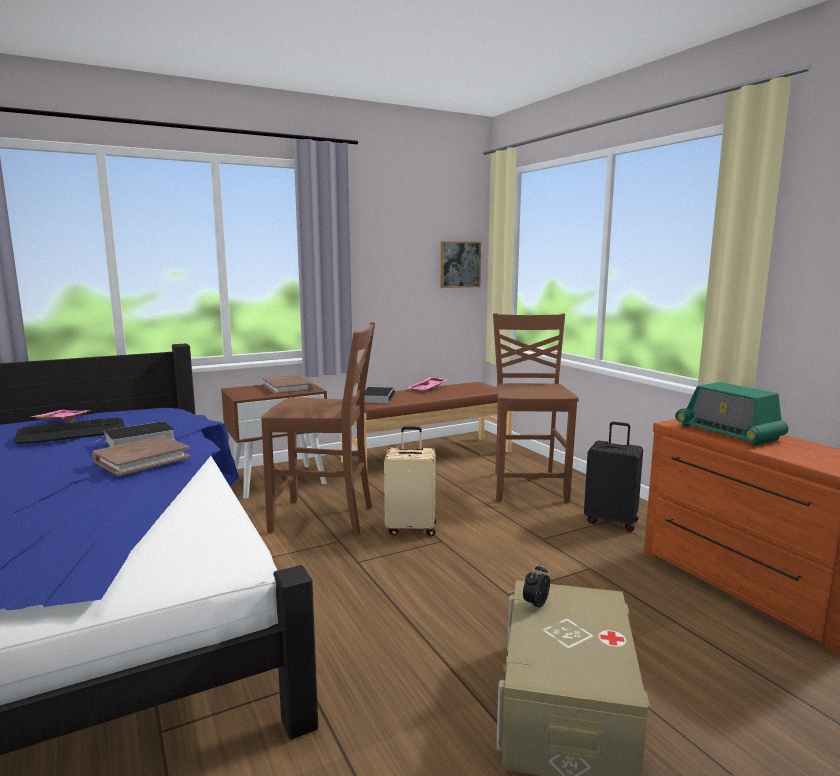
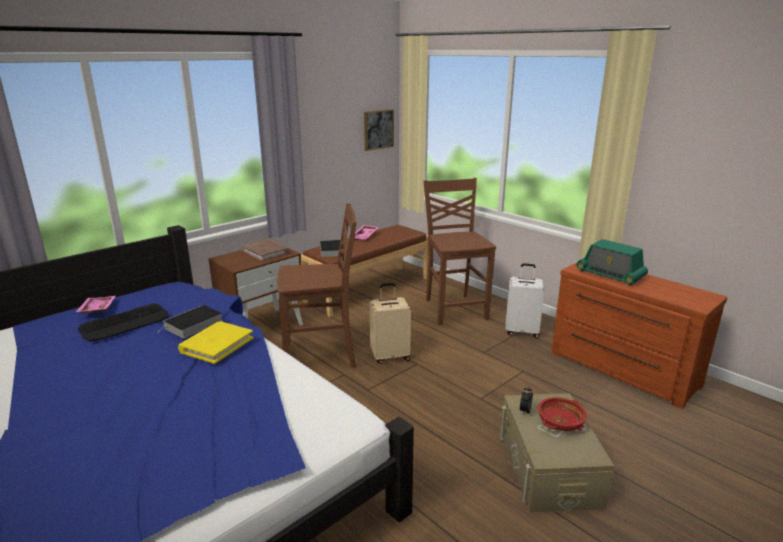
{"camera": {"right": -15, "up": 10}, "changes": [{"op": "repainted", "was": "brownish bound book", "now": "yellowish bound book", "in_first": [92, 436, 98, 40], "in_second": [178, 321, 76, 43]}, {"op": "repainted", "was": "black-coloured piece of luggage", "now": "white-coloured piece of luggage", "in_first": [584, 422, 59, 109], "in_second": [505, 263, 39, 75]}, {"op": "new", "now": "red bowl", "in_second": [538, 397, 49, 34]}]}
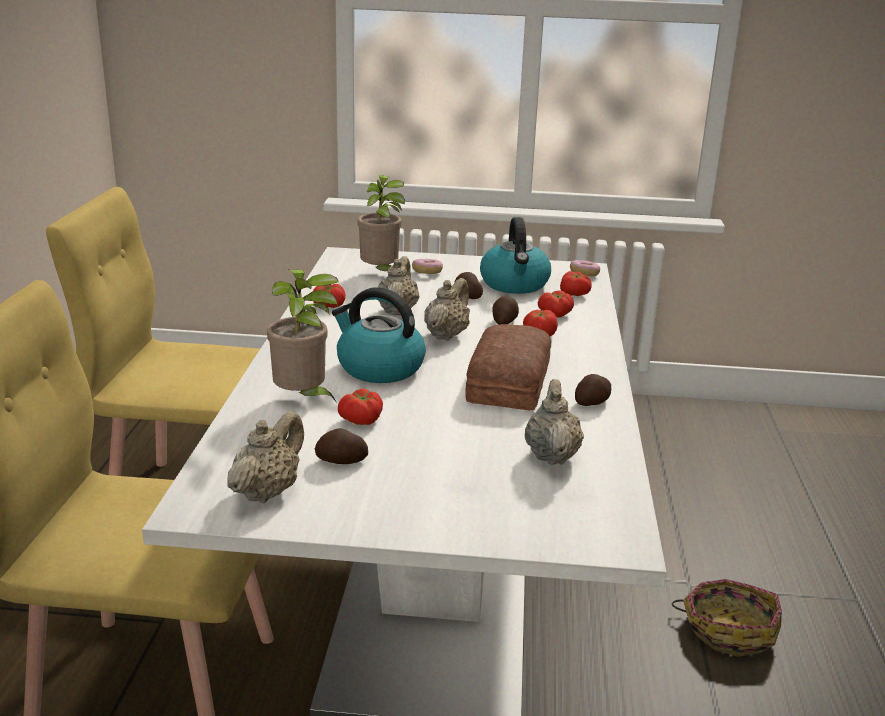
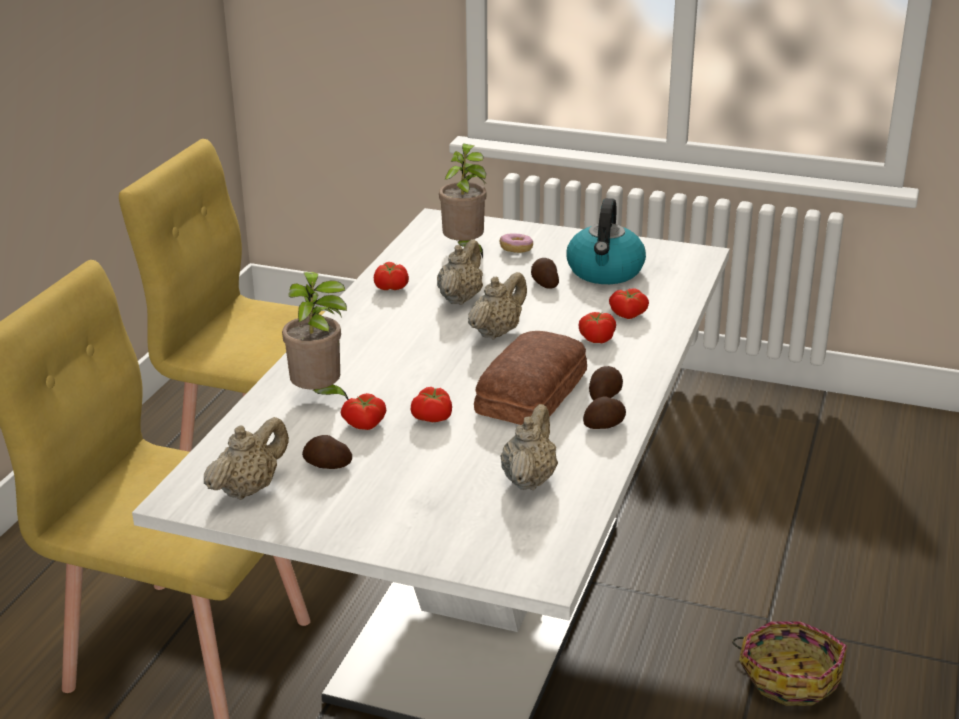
{"camera": {"right": 15, "up": 5}, "changes": [{"op": "shifted", "was": "fresh tomato", "in_first": [560, 271, 32, 25], "in_second": [411, 387, 41, 35]}, {"op": "shifted", "was": "whole potato", "in_first": [492, 296, 27, 29], "in_second": [589, 366, 34, 34]}, {"op": "gone", "was": "tea kettle", "in_first": [332, 287, 94, 96]}, {"op": "gone", "was": "ring doughnut", "in_first": [570, 260, 30, 16]}]}
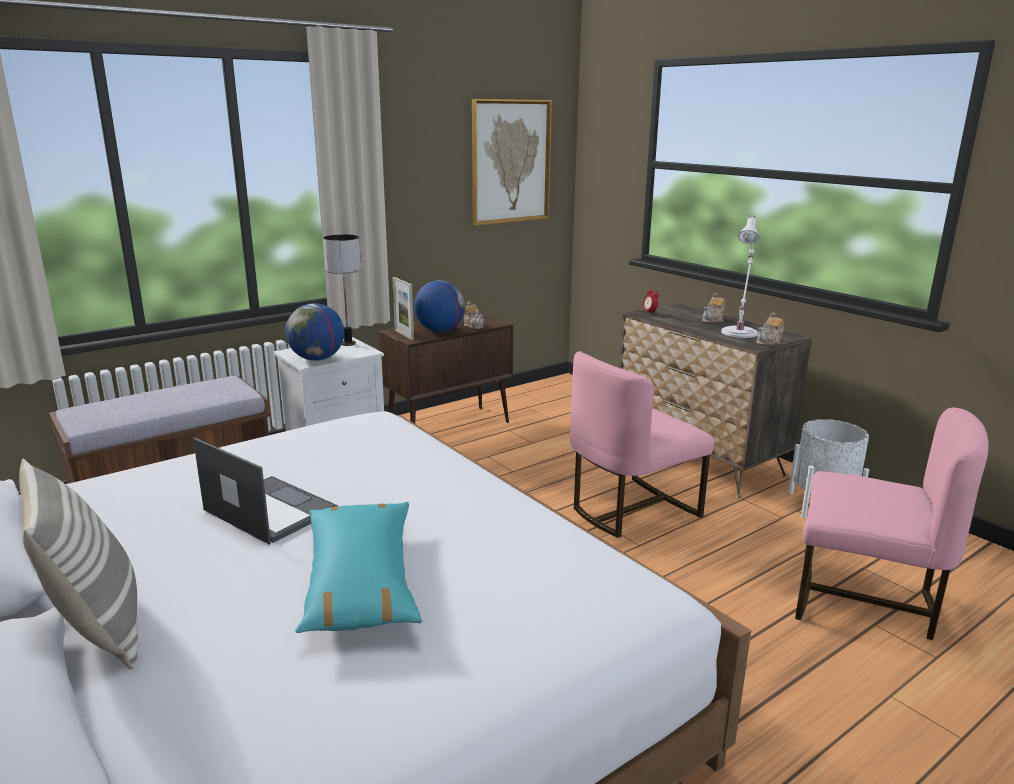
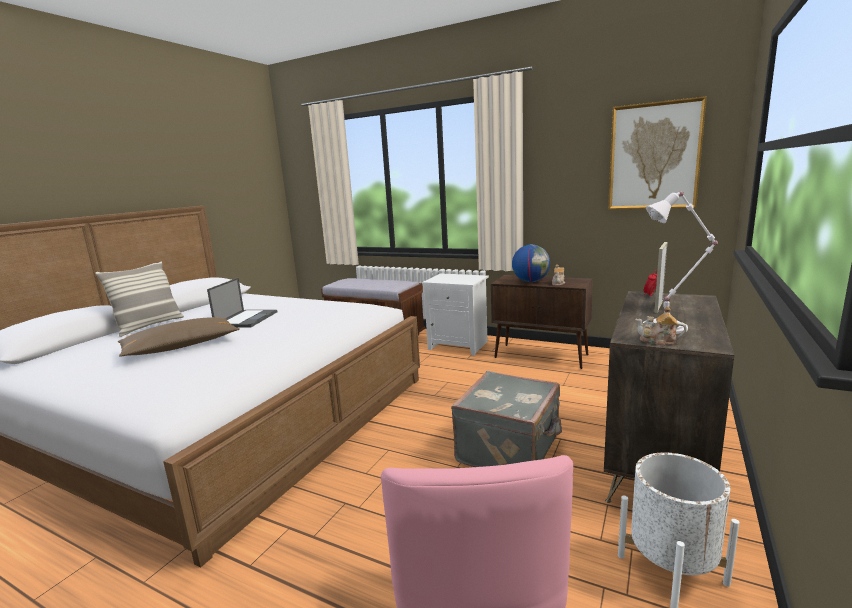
{"camera": {"right": 65, "up": -5}, "changes": [{"op": "repainted", "was": "turquoise-coloured throw pillow", "now": "brownish throw pillow", "in_first": [295, 502, 127, 131], "in_second": [118, 317, 122, 40]}, {"op": "swapped", "was": "pinkish chair", "now": "grey piece of luggage", "in_first": [570, 351, 144, 187], "in_second": [451, 371, 111, 96]}, {"op": "shifted", "was": "picture frame", "in_first": [392, 277, 22, 63], "in_second": [654, 242, 14, 71]}, {"op": "gone", "was": "globe", "in_first": [286, 303, 58, 58]}, {"op": "gone", "was": "tabletop lamp", "in_first": [323, 234, 38, 112]}, {"op": "gone", "was": "pot for tea", "in_first": [702, 293, 24, 30]}]}
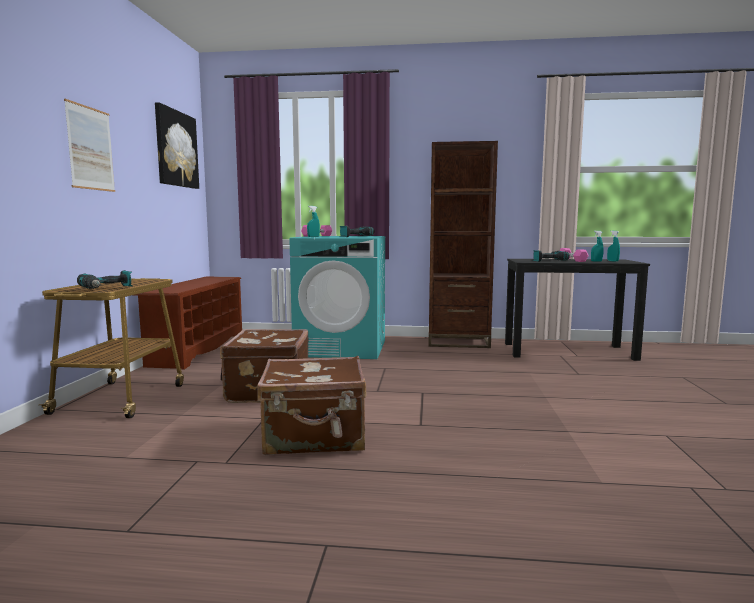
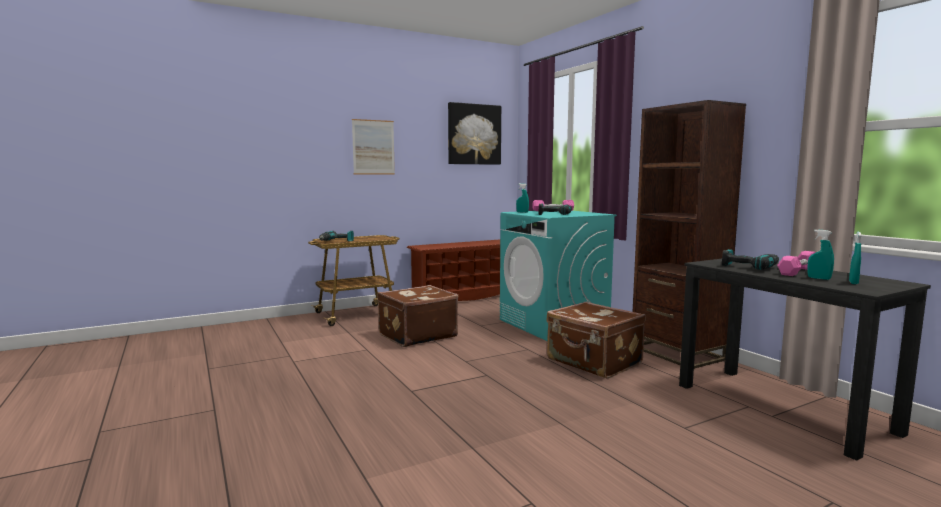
{"camera": {"right": 55, "up": 0}, "changes": [{"op": "shifted", "was": "brownish piece of luggage", "in_first": [257, 356, 109, 99], "in_second": [546, 301, 100, 77]}]}
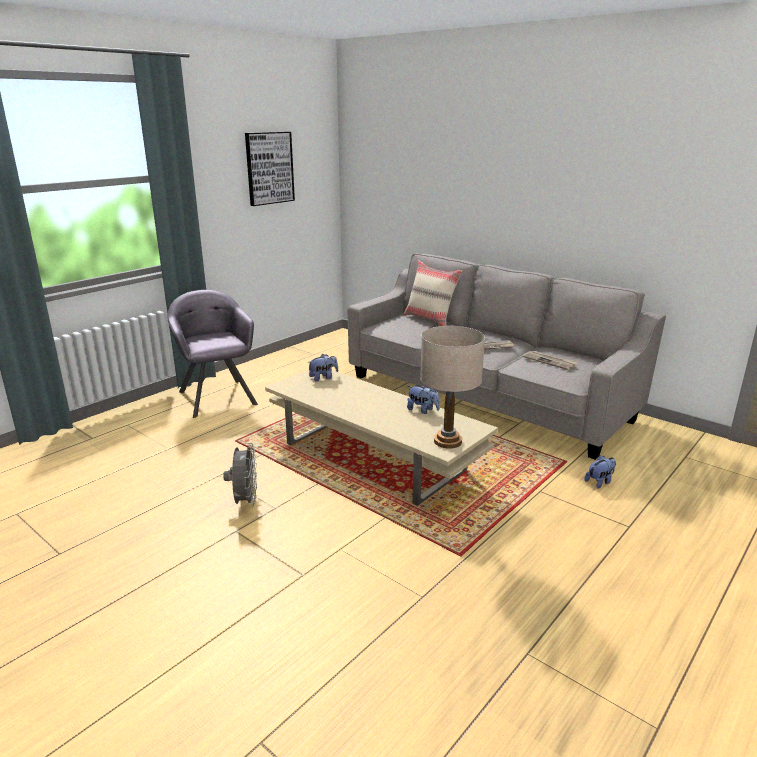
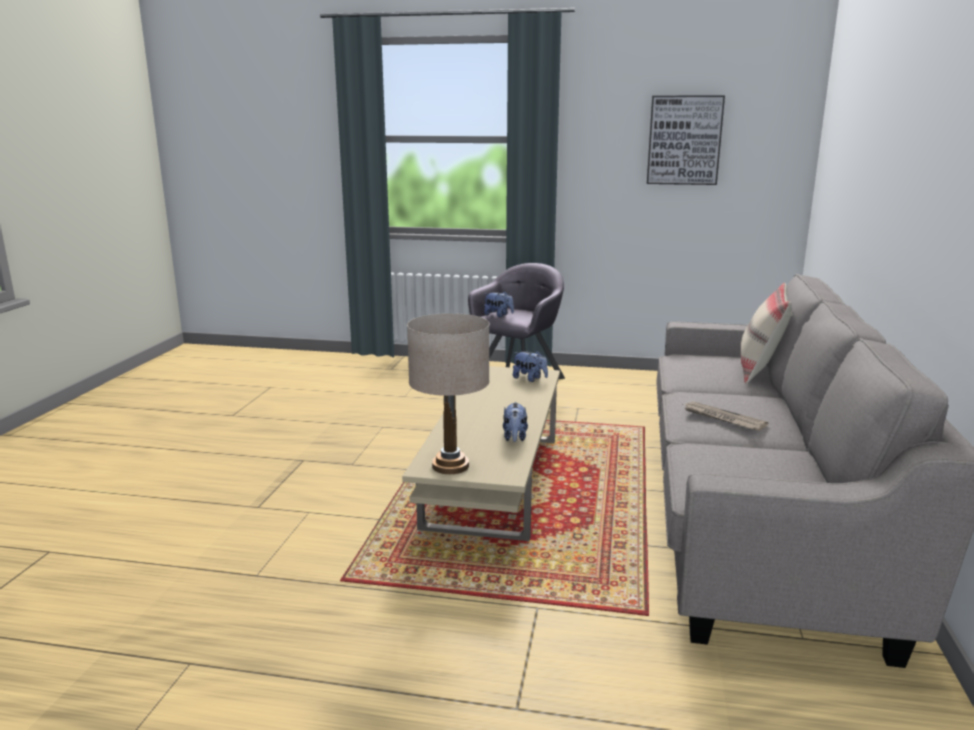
{"camera": {"right": 60, "up": -5}, "changes": [{"op": "shifted", "was": "cuddly toy", "in_first": [584, 455, 32, 34], "in_second": [484, 291, 30, 26]}, {"op": "gone", "was": "grey fan", "in_first": [223, 443, 34, 64]}, {"op": "gone", "was": "daily paper", "in_first": [522, 351, 56, 19]}]}
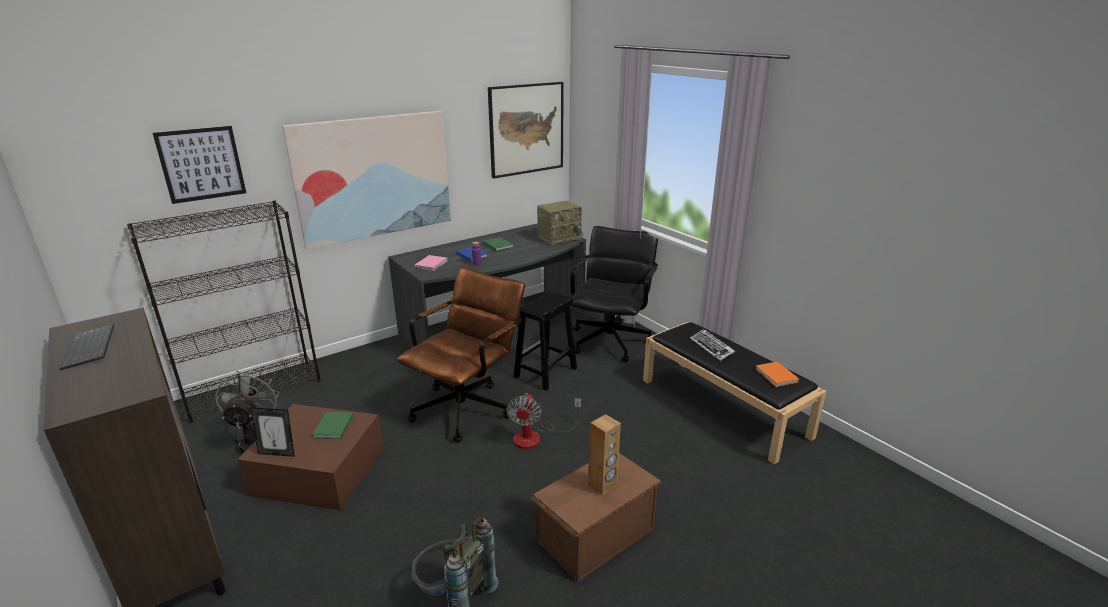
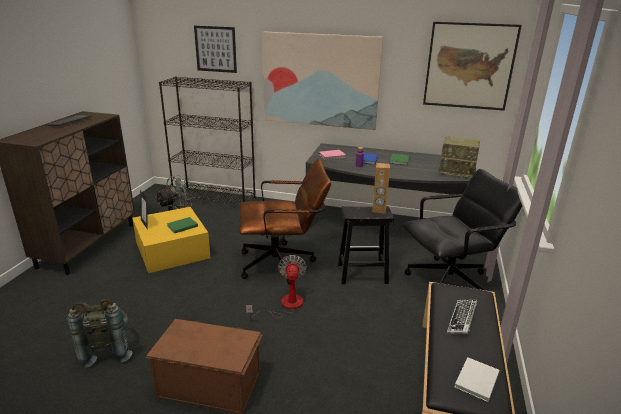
{"camera": {"right": 50, "up": 0}, "changes": [{"op": "repainted", "was": "brownish storage box", "now": "yellowish storage box", "in_first": [237, 404, 147, 106], "in_second": [132, 207, 78, 66]}, {"op": "rotated", "was": "fan", "in_first": [507, 393, 74, 56], "in_second": [246, 255, 61, 64], "clockwise": 120}, {"op": "shifted", "was": "brownish loudspeaker", "in_first": [588, 414, 33, 81], "in_second": [372, 163, 18, 51]}, {"op": "repainted", "was": "orangey bound book", "now": "white-coloured bound book", "in_first": [755, 362, 44, 25], "in_second": [454, 357, 45, 45]}]}
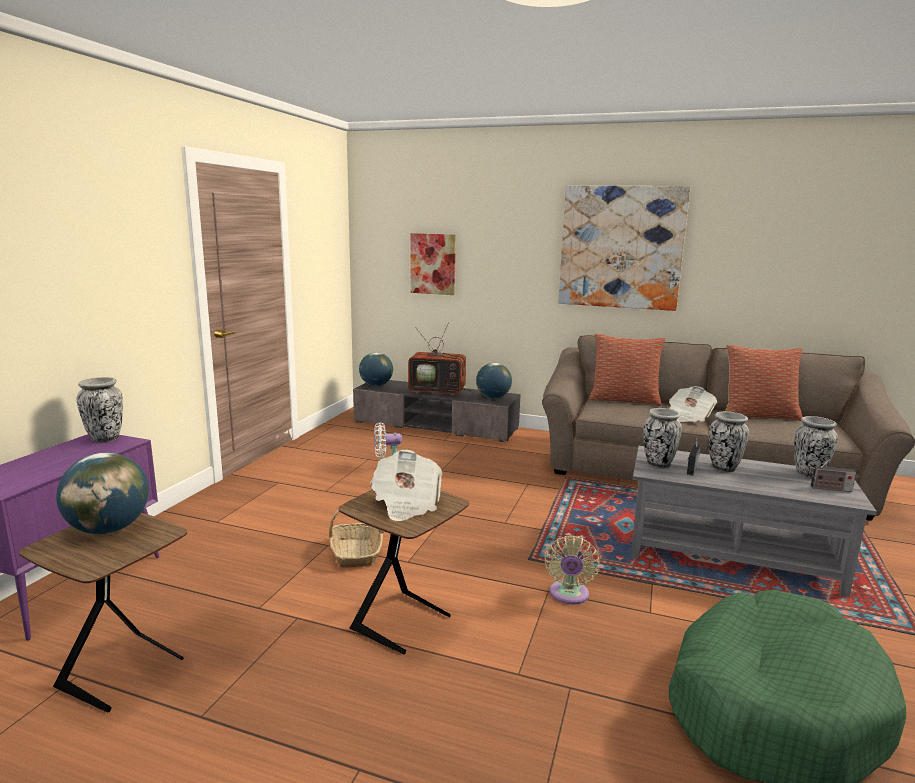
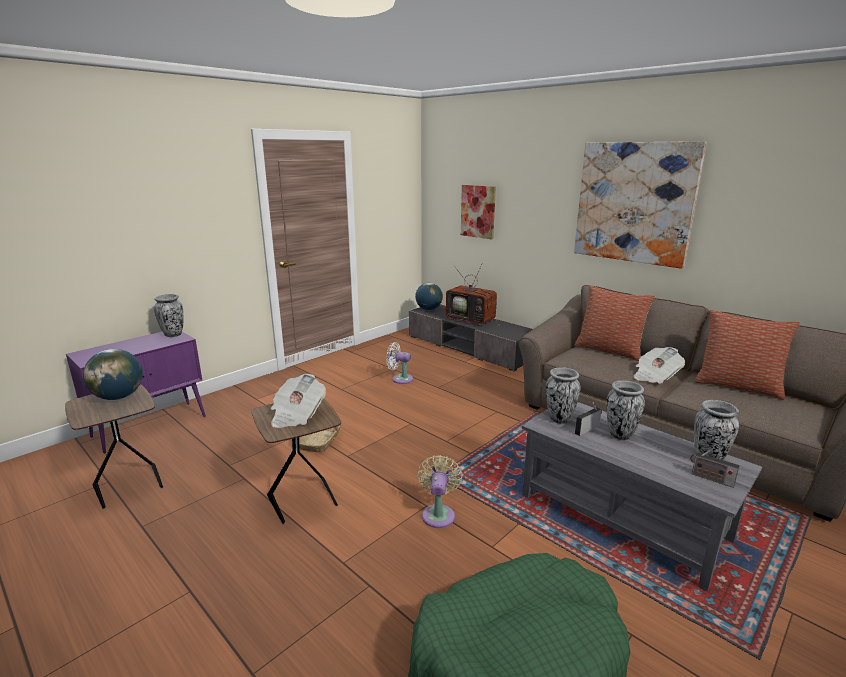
{"camera": {"right": 25, "up": 5}, "changes": [{"op": "rotated", "was": "beige-coloured fan", "in_first": [544, 536, 56, 69], "in_second": [418, 455, 44, 73], "clockwise": 150}, {"op": "gone", "was": "globe", "in_first": [476, 363, 36, 36]}]}
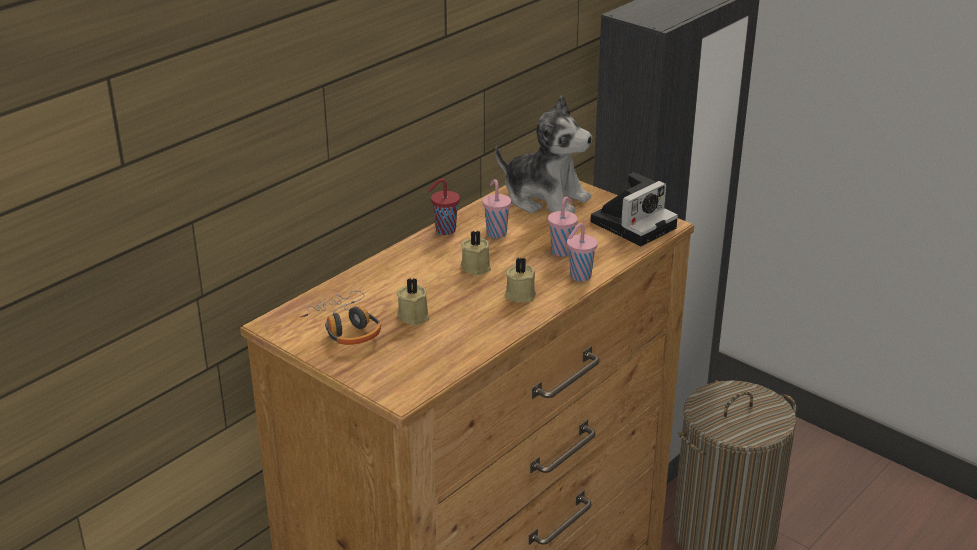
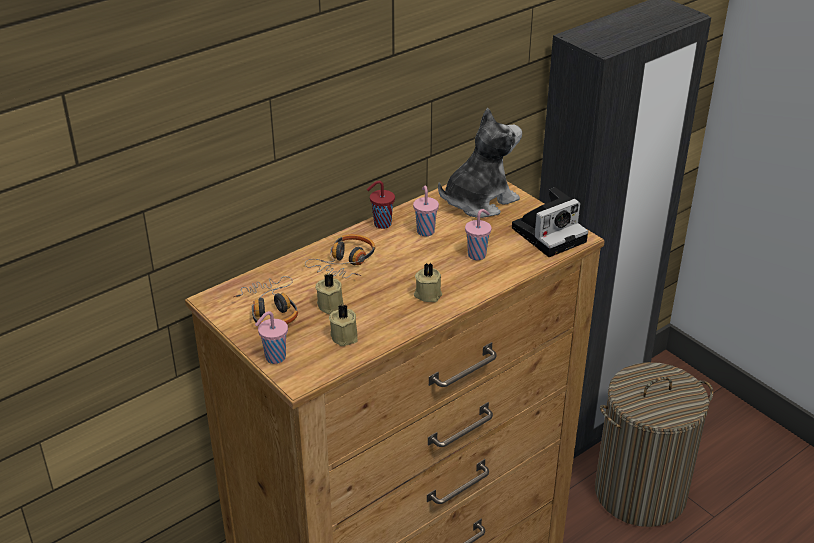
{"camera": {"right": 10, "up": 5}, "changes": [{"op": "shifted", "was": "pinkish cup", "in_first": [567, 223, 31, 59], "in_second": [255, 311, 33, 53]}, {"op": "new", "now": "headset", "in_second": [305, 234, 70, 44]}, {"op": "shifted", "was": "beige-coloured candle", "in_first": [461, 230, 30, 45], "in_second": [329, 304, 29, 42]}, {"op": "rotated", "was": "cuddly toy", "in_first": [495, 95, 98, 118], "in_second": [438, 108, 84, 110], "clockwise": -75}]}
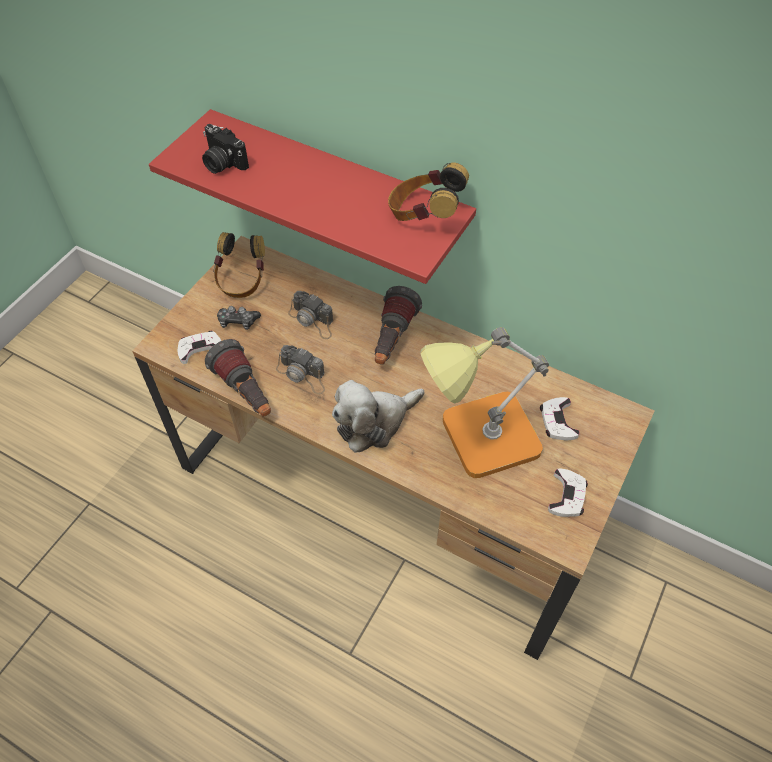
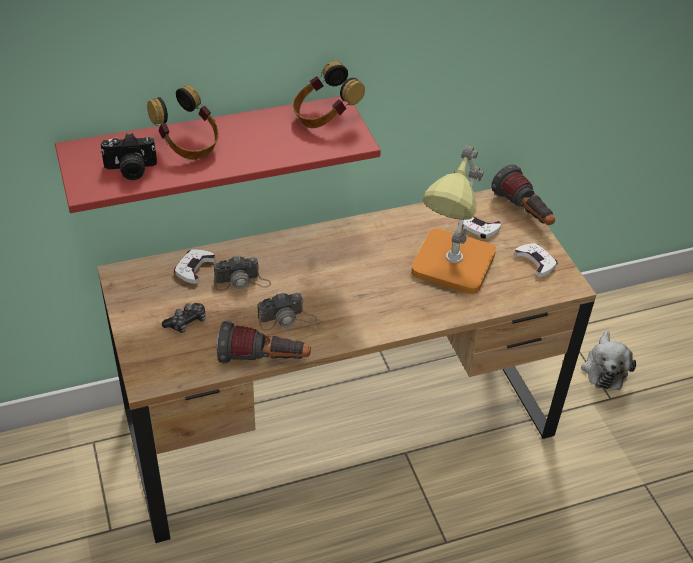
{"camera": {"right": -50, "up": -10}, "changes": [{"op": "shifted", "was": "headset", "in_first": [213, 232, 52, 66], "in_second": [147, 85, 72, 74]}, {"op": "shifted", "was": "white-coloured game controller", "in_first": [177, 331, 44, 33], "in_second": [174, 249, 41, 35]}, {"op": "shifted", "was": "hand torch", "in_first": [375, 286, 47, 79], "in_second": [491, 165, 64, 60]}, {"op": "shifted", "was": "cuddly toy", "in_first": [332, 380, 92, 73], "in_second": [581, 331, 55, 59]}]}
